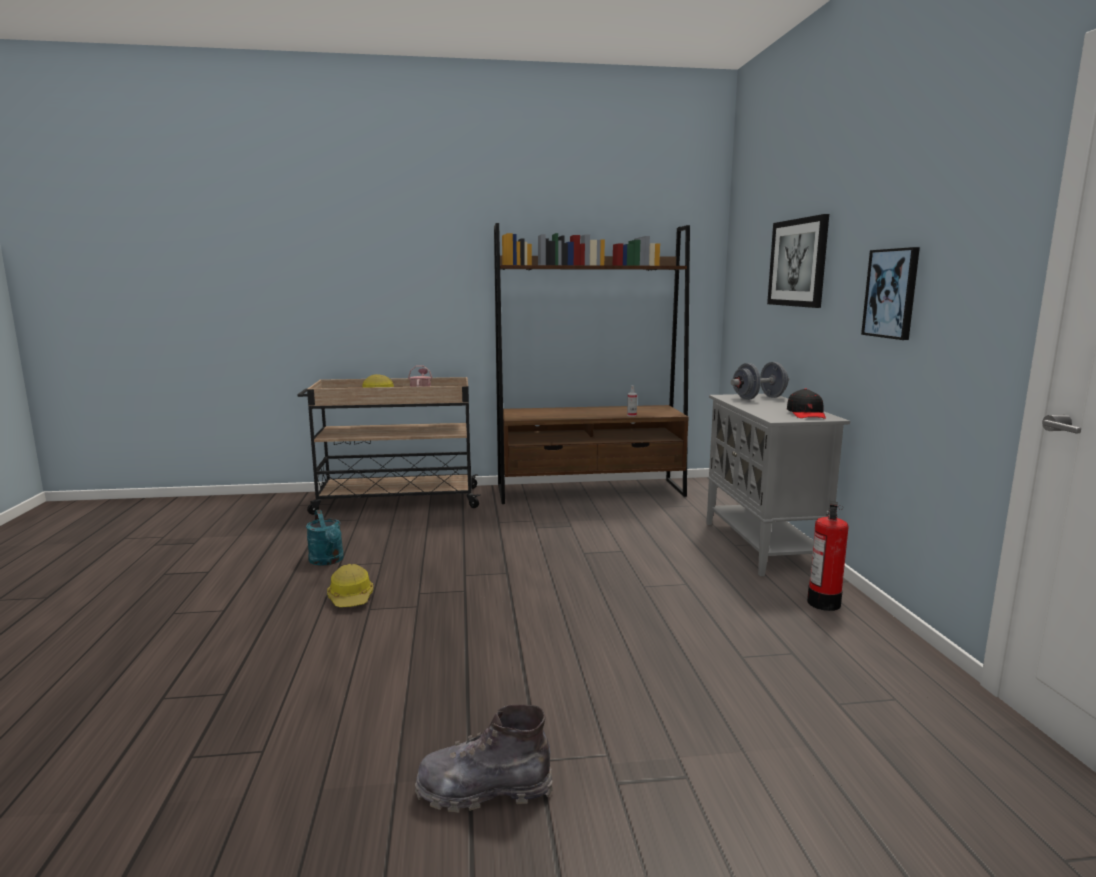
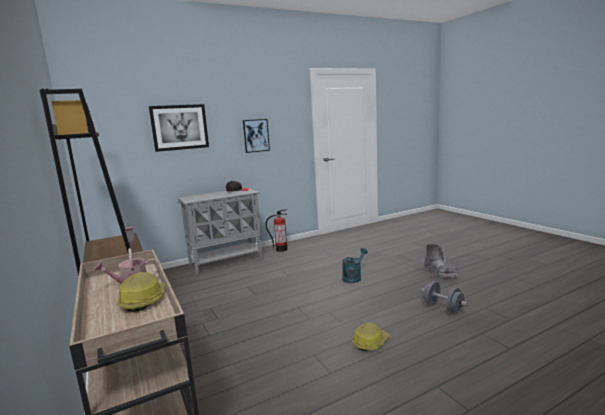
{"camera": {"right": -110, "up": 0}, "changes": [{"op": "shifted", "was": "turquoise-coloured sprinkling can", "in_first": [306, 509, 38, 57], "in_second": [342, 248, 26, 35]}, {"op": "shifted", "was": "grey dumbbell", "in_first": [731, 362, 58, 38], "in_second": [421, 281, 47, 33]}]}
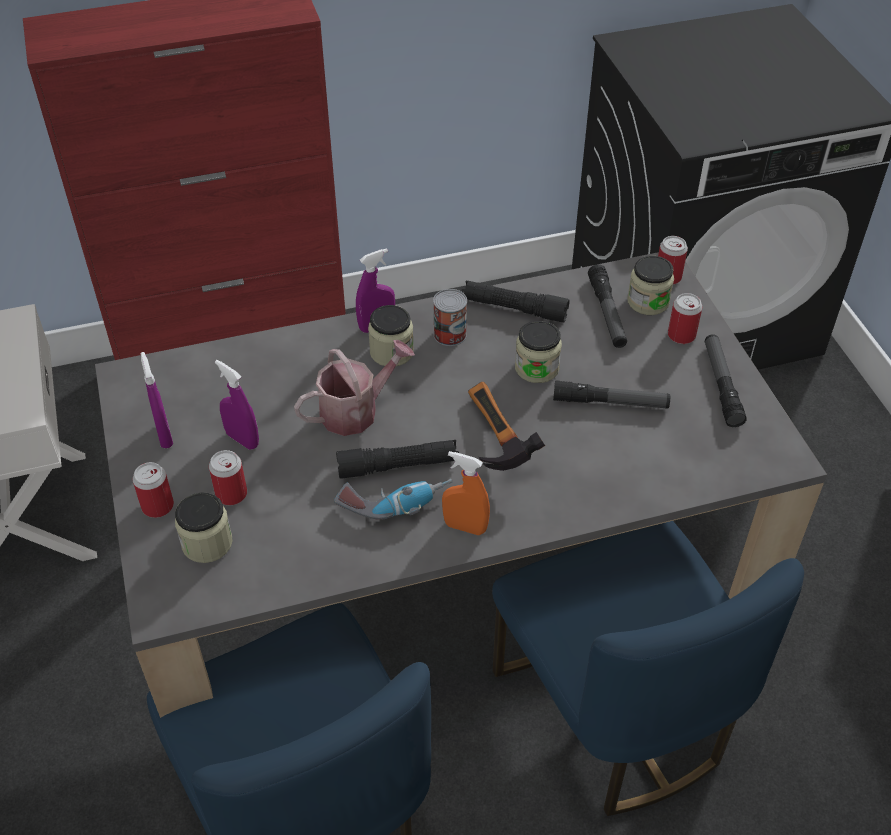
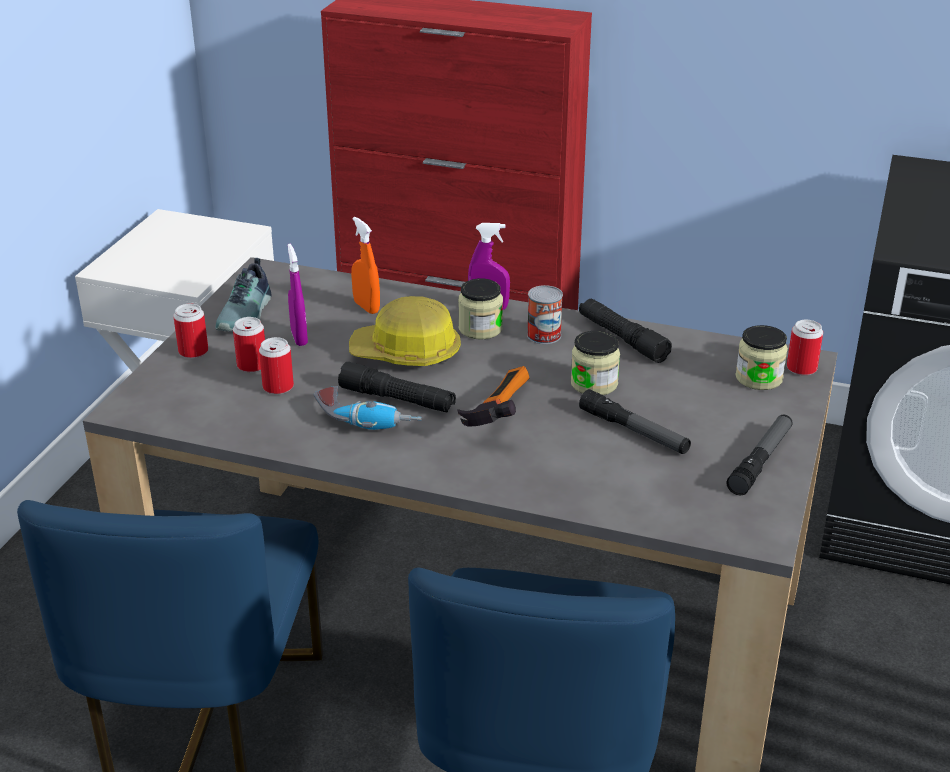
{"camera": {"right": 35, "up": -15}, "changes": [{"op": "swapped", "was": "purple sprayer", "now": "low shoe", "in_first": [141, 352, 32, 96], "in_second": [215, 258, 57, 74]}, {"op": "shifted", "was": "sealed can", "in_first": [668, 293, 34, 51], "in_second": [259, 337, 35, 57]}, {"op": "swapped", "was": "sprinkling can", "now": "work helmet", "in_first": [294, 340, 121, 96], "in_second": [349, 296, 112, 70]}, {"op": "shifted", "was": "orangey sprayer", "in_first": [442, 451, 48, 84], "in_second": [351, 217, 29, 97]}, {"op": "gone", "was": "jar", "in_first": [175, 492, 58, 71]}, {"op": "gone", "was": "hand torch", "in_first": [588, 264, 39, 84]}]}
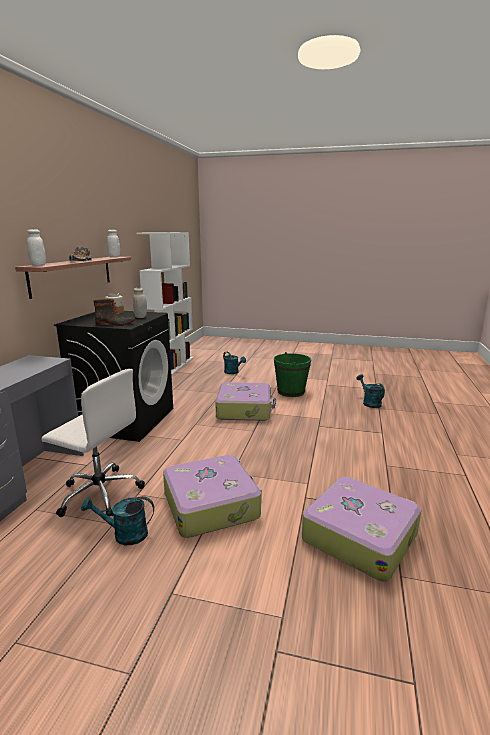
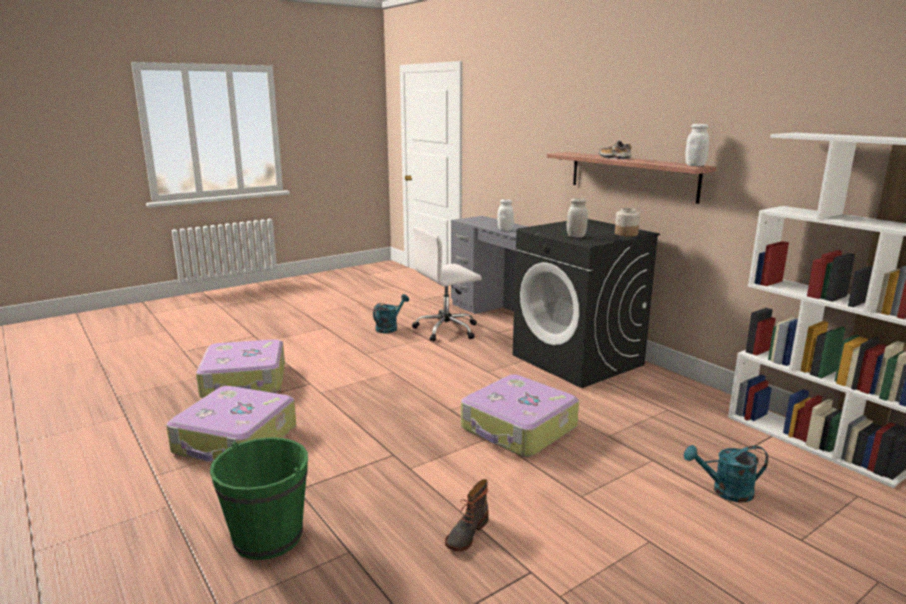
{"camera": {"right": 130, "up": 0}, "changes": [{"op": "shifted", "was": "piece of luggage", "in_first": [163, 455, 99, 83], "in_second": [166, 386, 130, 76]}, {"op": "shifted", "was": "green water bucket", "in_first": [274, 352, 37, 45], "in_second": [210, 437, 98, 123]}, {"op": "shifted", "was": "boot", "in_first": [93, 299, 42, 27], "in_second": [445, 479, 44, 73]}, {"op": "shifted", "was": "white-coloured jar", "in_first": [27, 229, 19, 37], "in_second": [497, 199, 17, 32]}, {"op": "gone", "was": "turquoise-coloured sprinkling can", "in_first": [356, 374, 29, 34]}]}
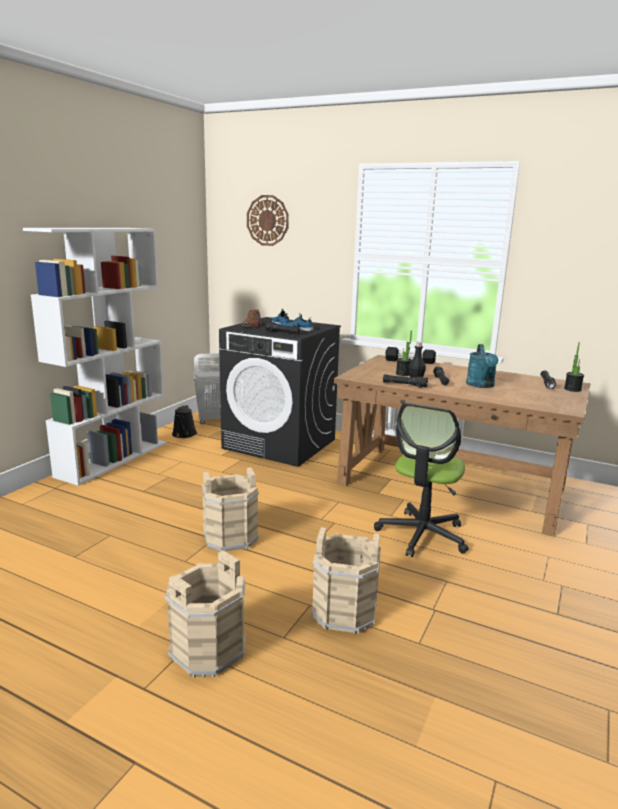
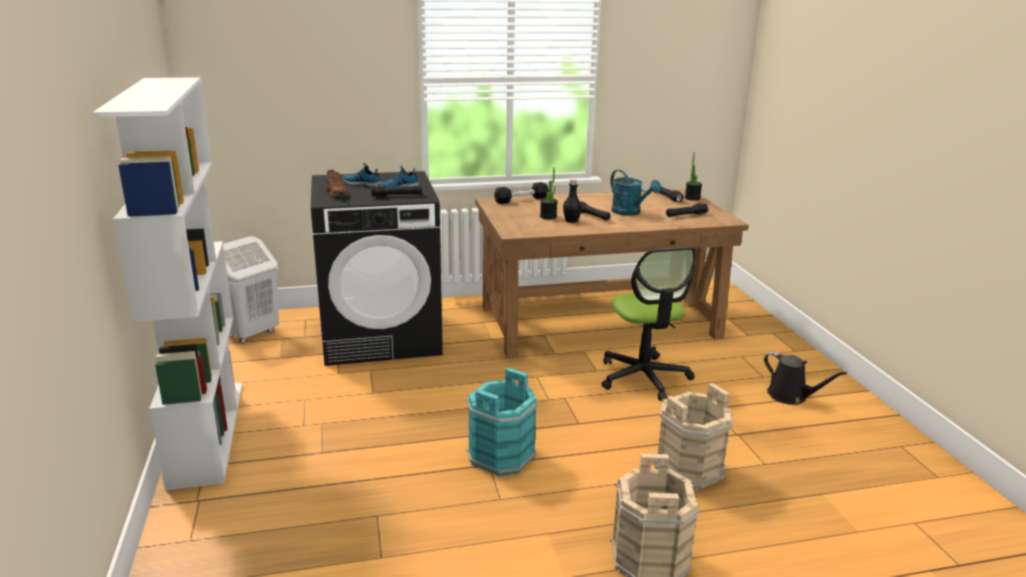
{"camera": {"right": -40, "up": 5}, "changes": [{"op": "repainted", "was": "beige-coloured water bucket", "now": "turquoise-coloured water bucket", "in_first": [201, 467, 58, 85], "in_second": [466, 367, 72, 109]}, {"op": "shifted", "was": "black-coloured hand torch", "in_first": [383, 374, 45, 13], "in_second": [666, 203, 43, 14]}, {"op": "shifted", "was": "black-coloured sprinkling can", "in_first": [172, 405, 25, 33], "in_second": [764, 352, 83, 53]}, {"op": "gone", "was": "hanging clock", "in_first": [247, 195, 42, 51]}]}
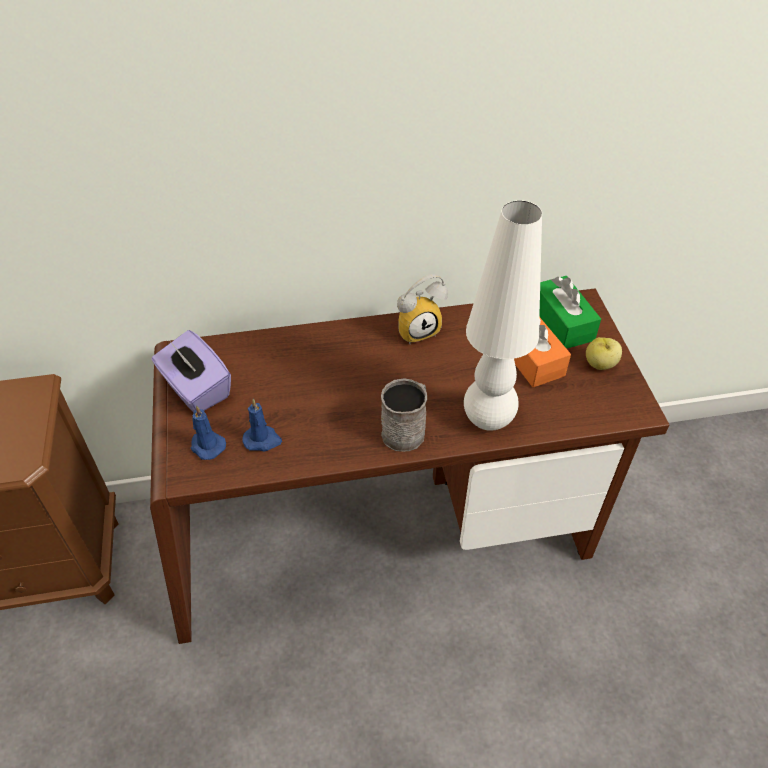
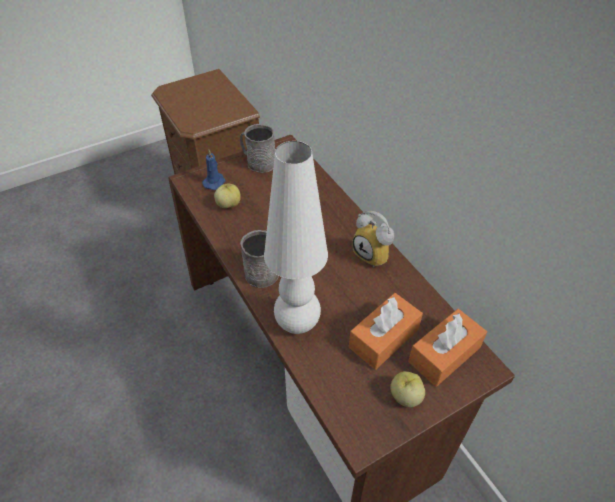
{"camera": {"right": 70, "up": 0}, "changes": [{"op": "swapped", "was": "blue candle", "now": "apple", "in_first": [242, 399, 40, 52], "in_second": [214, 184, 27, 24]}, {"op": "swapped", "was": "purple tissue holder", "now": "grey tea mug", "in_first": [152, 330, 79, 83], "in_second": [240, 124, 35, 49]}, {"op": "repainted", "was": "green tissue holder", "now": "orangey tissue holder", "in_first": [539, 276, 62, 73], "in_second": [408, 309, 79, 78]}]}
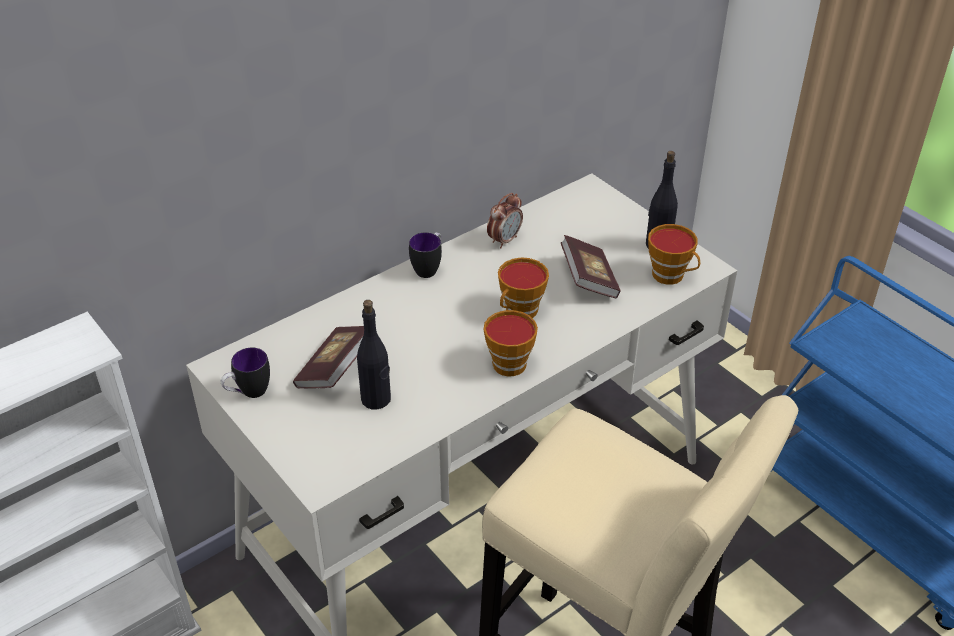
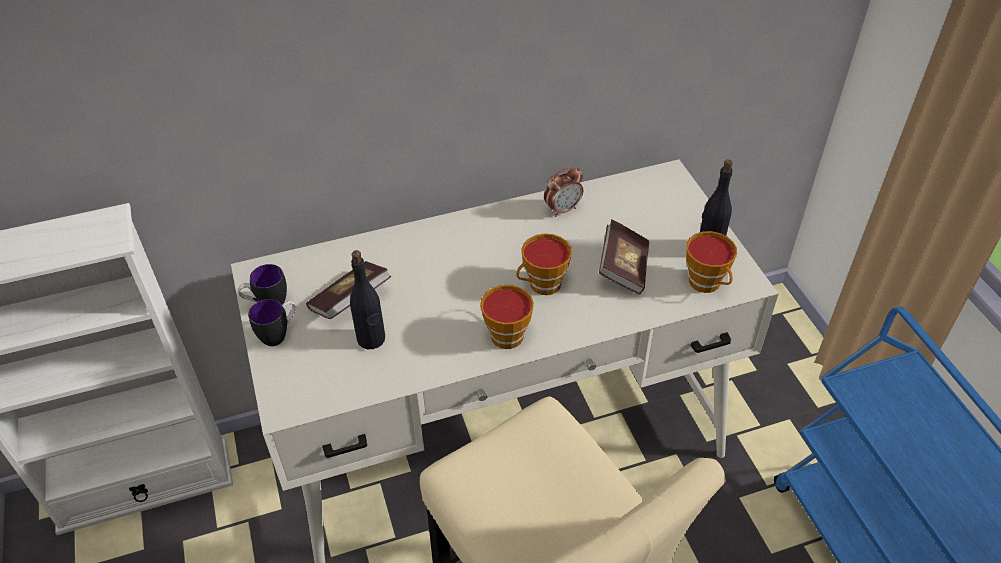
{"camera": {"right": 20, "up": 5}, "changes": [{"op": "shifted", "was": "tea mug", "in_first": [409, 232, 33, 46], "in_second": [248, 299, 48, 47]}]}
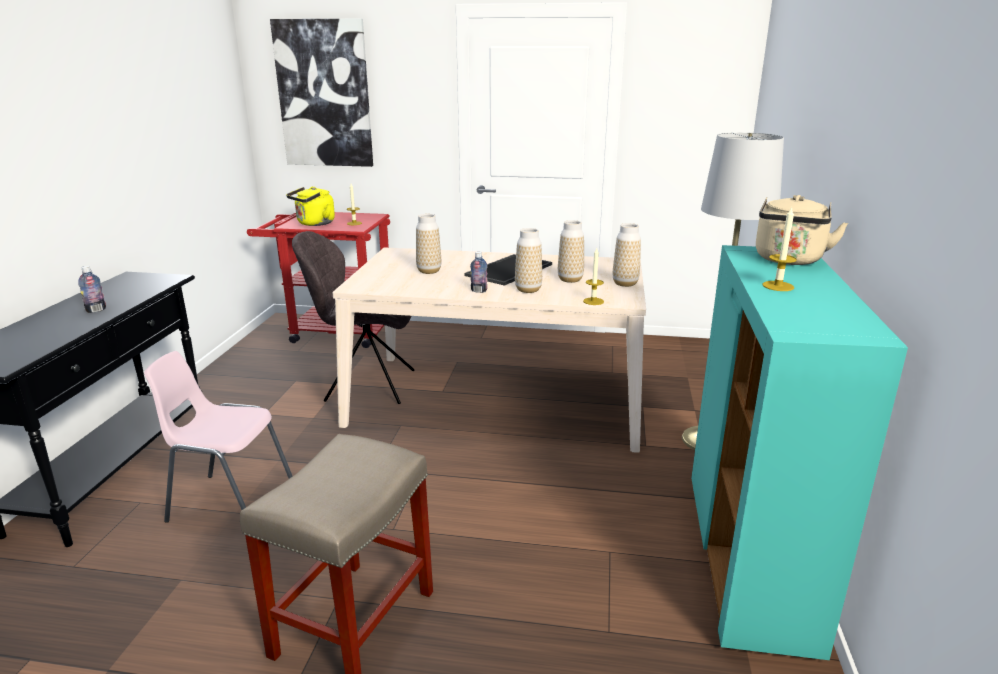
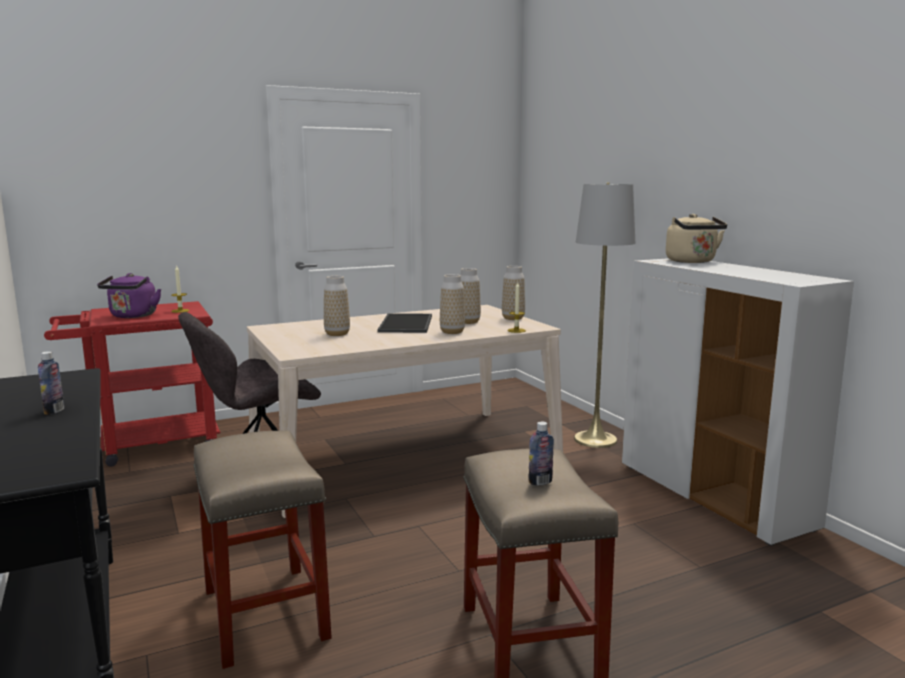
{"camera": {"right": -35, "up": -10}, "changes": [{"op": "repainted", "was": "yellowish tea kettle", "now": "purple tea kettle", "in_first": [286, 187, 49, 39], "in_second": [97, 273, 64, 45]}, {"op": "swapped", "was": "pinkish chair", "now": "beige-coloured stool", "in_first": [144, 351, 148, 172], "in_second": [193, 431, 139, 238]}, {"op": "shifted", "was": "beverage bottle", "in_first": [470, 252, 18, 41], "in_second": [528, 422, 26, 64]}, {"op": "repainted", "was": "turquoise-coloured storage cabinet", "now": "white-coloured storage cabinet", "in_first": [691, 245, 217, 415], "in_second": [622, 258, 232, 287]}, {"op": "gone", "was": "wall art", "in_first": [270, 19, 103, 148]}, {"op": "gone", "was": "candle", "in_first": [762, 207, 35, 84]}]}
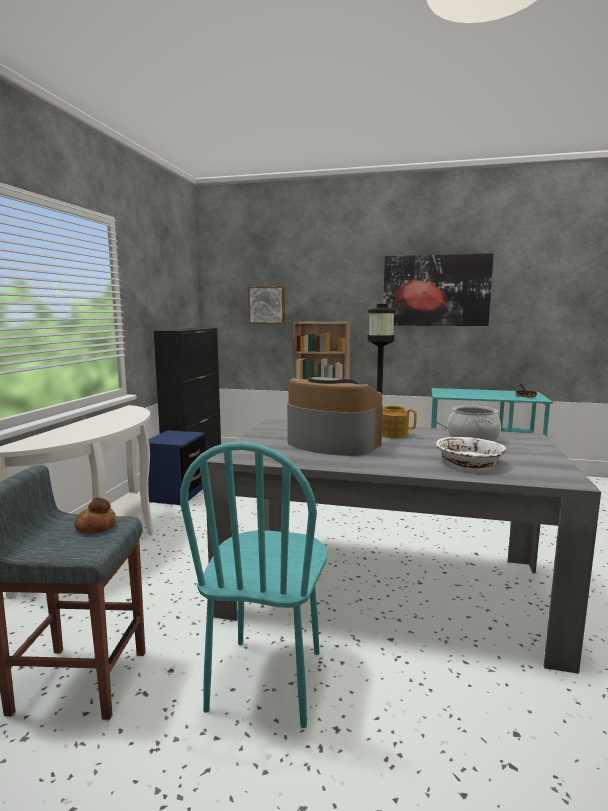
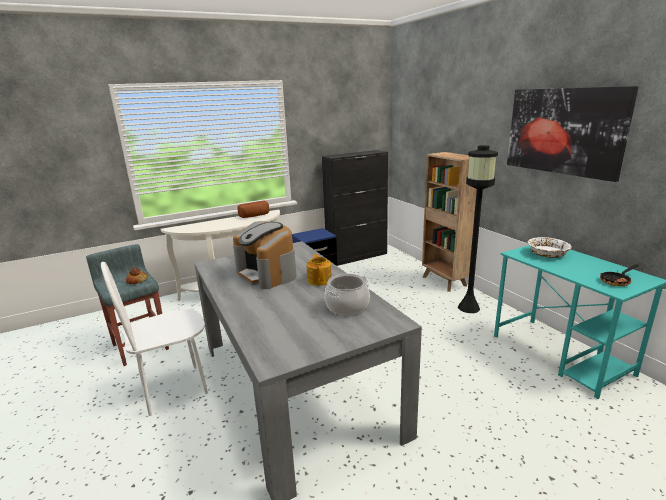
{"camera": {"right": 50, "up": 10}, "changes": [{"op": "repainted", "was": "turquoise-coloured chair", "now": "white-coloured chair", "in_first": [180, 441, 147, 287], "in_second": [101, 262, 107, 154]}, {"op": "rotated", "was": "coffee maker", "in_first": [287, 377, 96, 79], "in_second": [233, 221, 64, 68], "clockwise": 150}, {"op": "new", "now": "baked bread", "in_second": [237, 201, 32, 17]}, {"op": "shifted", "was": "white-coloured bowl", "in_first": [436, 437, 70, 31], "in_second": [527, 237, 45, 21]}, {"op": "gone", "was": "wall art", "in_first": [248, 286, 37, 38]}]}
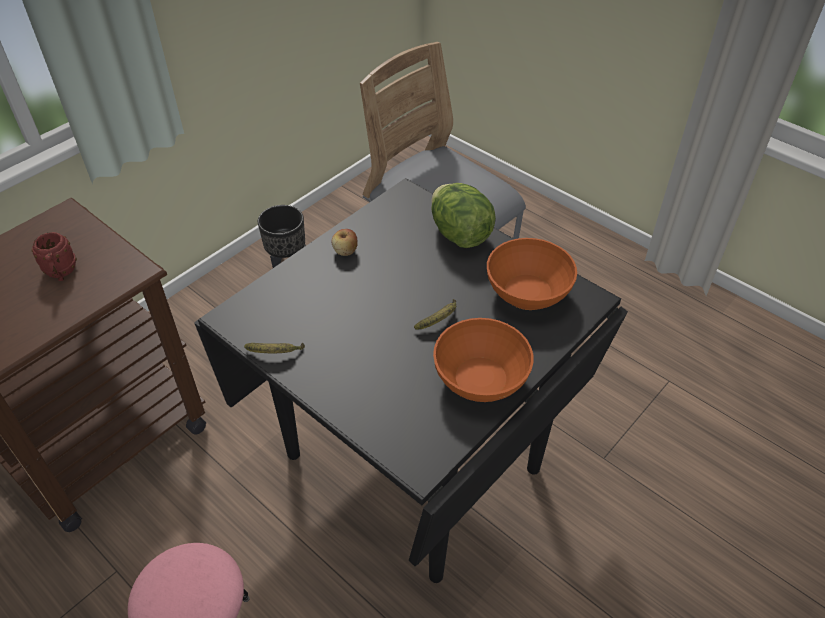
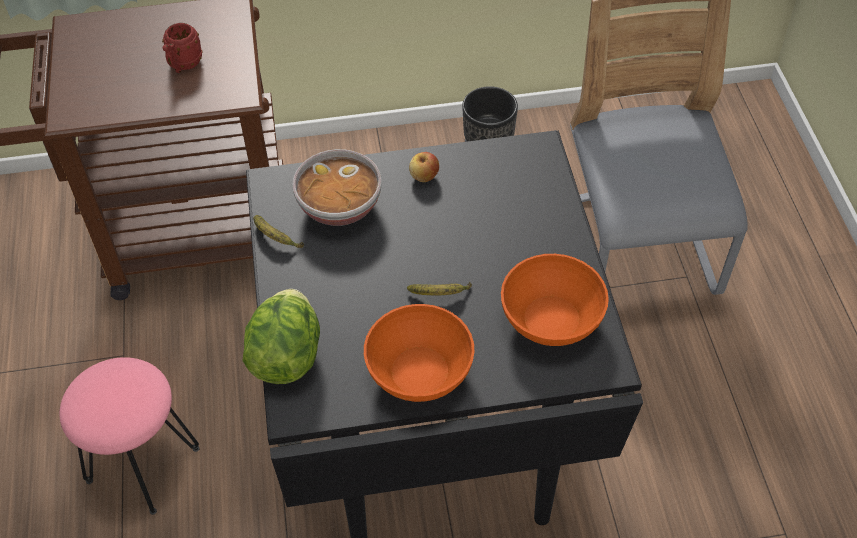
{"camera": {"right": 40, "up": 5}, "changes": [{"op": "shifted", "was": "lettuce", "in_first": [431, 183, 65, 65], "in_second": [243, 289, 77, 95]}, {"op": "new", "now": "bowl", "in_second": [292, 149, 90, 77]}]}
